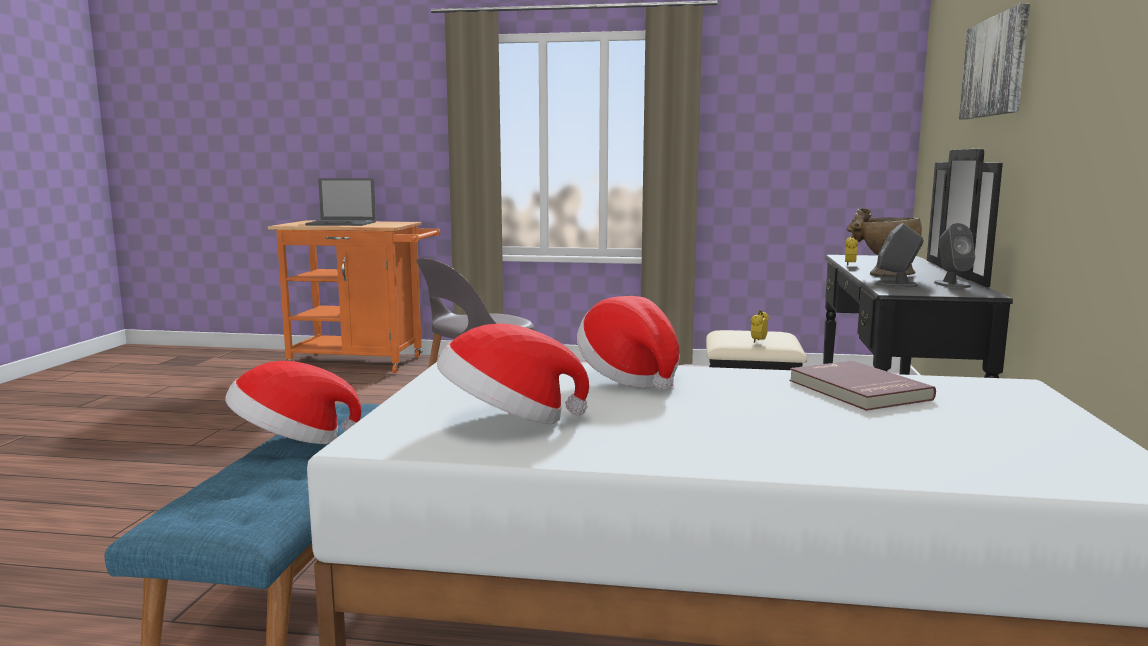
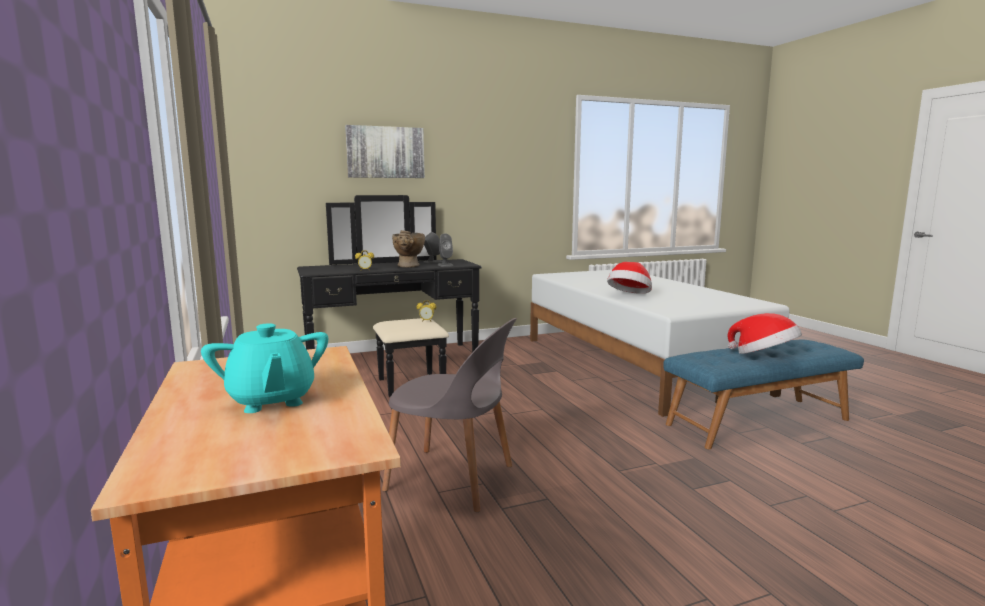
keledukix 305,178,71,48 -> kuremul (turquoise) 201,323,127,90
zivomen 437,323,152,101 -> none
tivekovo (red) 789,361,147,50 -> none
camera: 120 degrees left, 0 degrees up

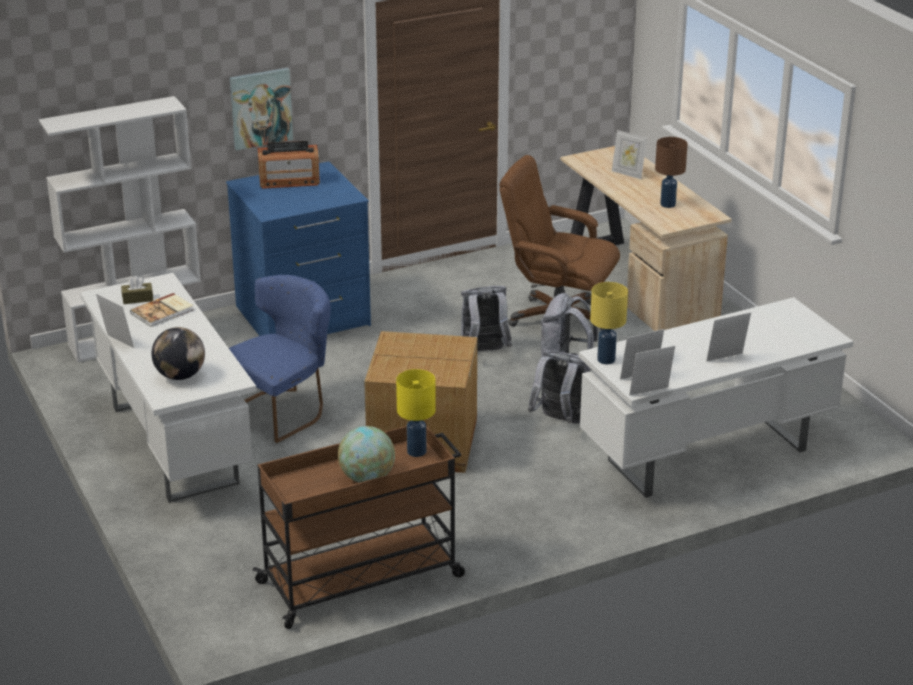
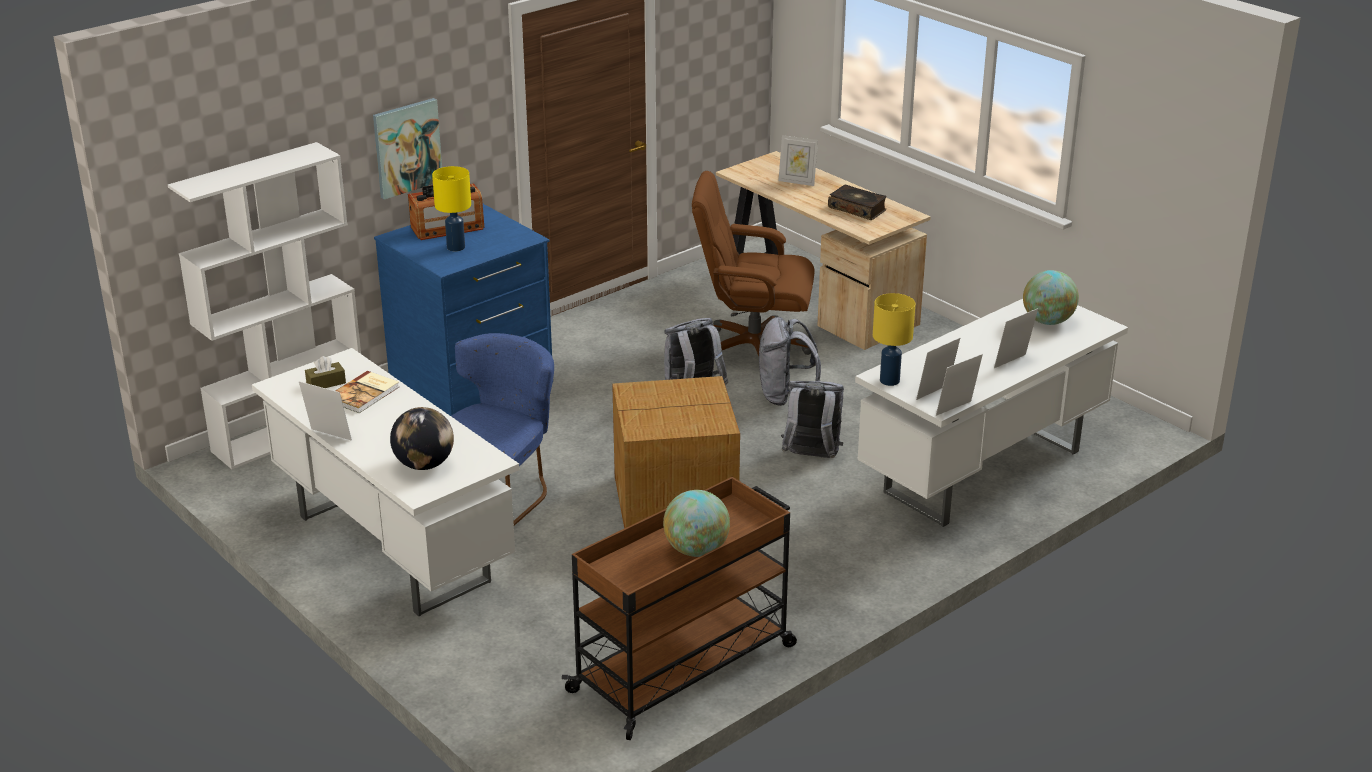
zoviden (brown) 655,137,33,71 -> tivekovo 828,185,58,35
zoviden (yellow) 396,369,40,88 -> zoviden (yellow) 432,166,39,85, move
none -> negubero 1023,270,56,55
camera: 15 degrees left, 0 degrees up

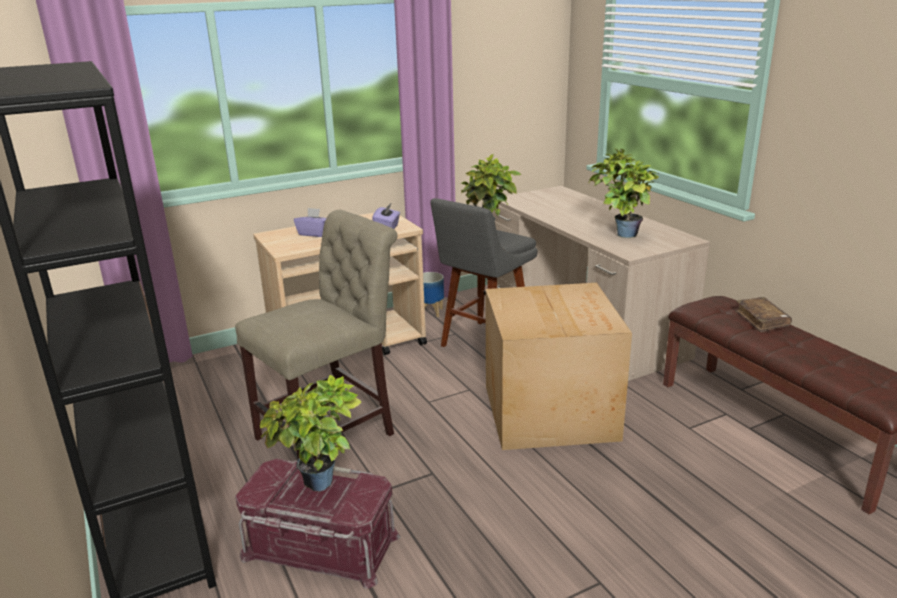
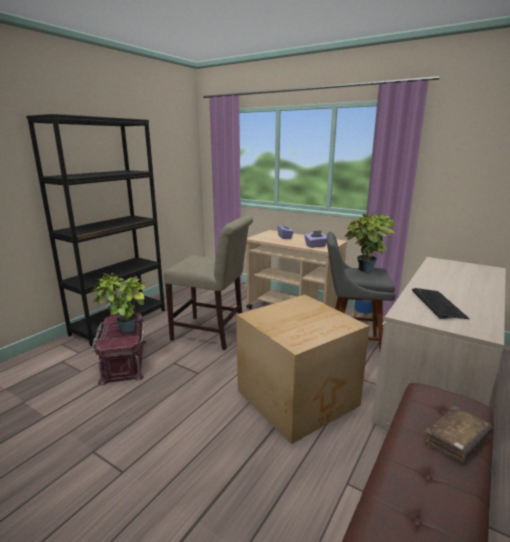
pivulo 589,148,70,90 -> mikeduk 412,288,58,31
camera: 60 degrees right, 5 degrees down

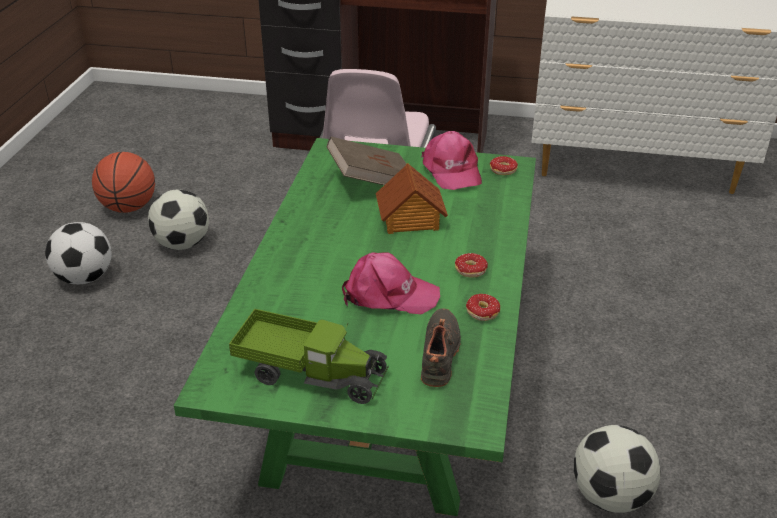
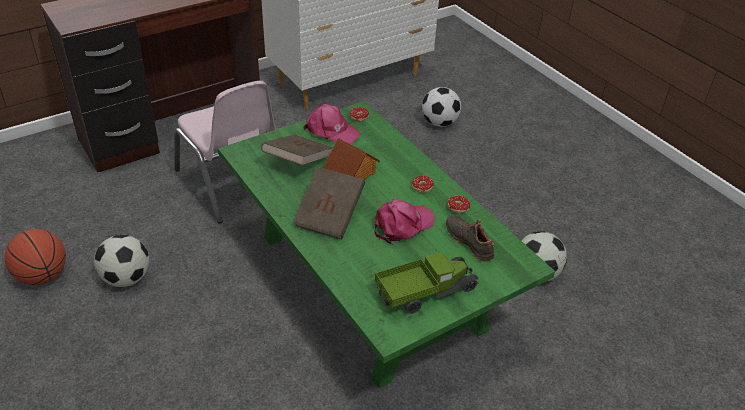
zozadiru 45,222,67,62 -> zozadiru 422,87,39,40, move
none -> tivekovo (brown) 293,167,72,72
camera: 45 degrees left, 5 degrees up

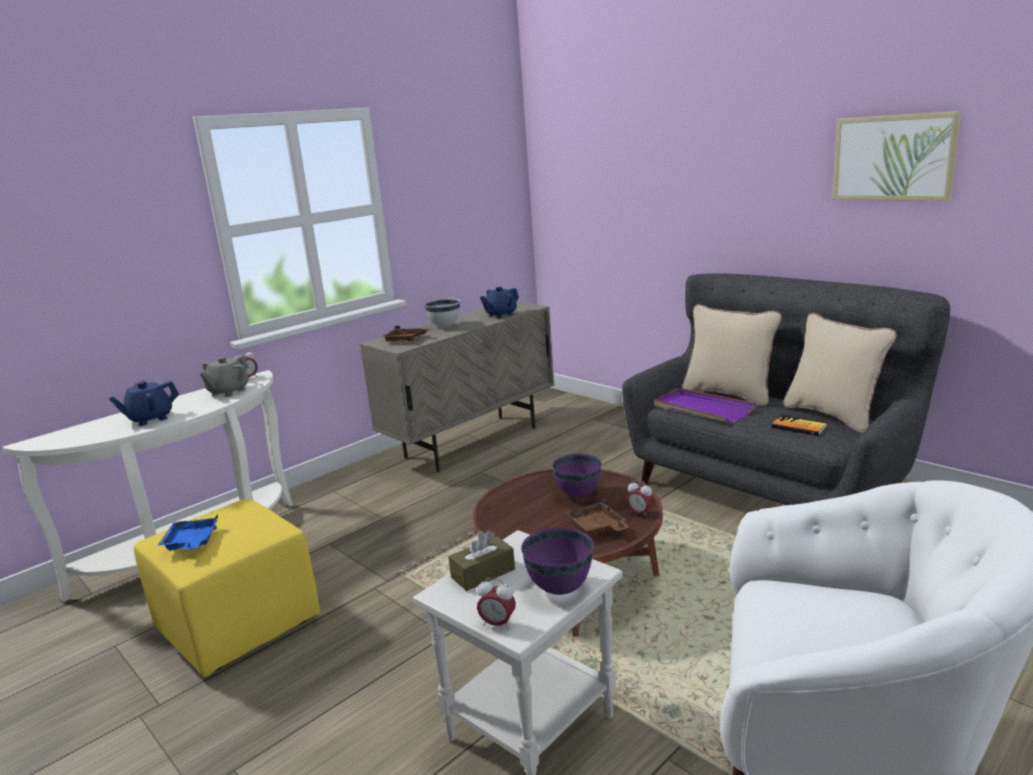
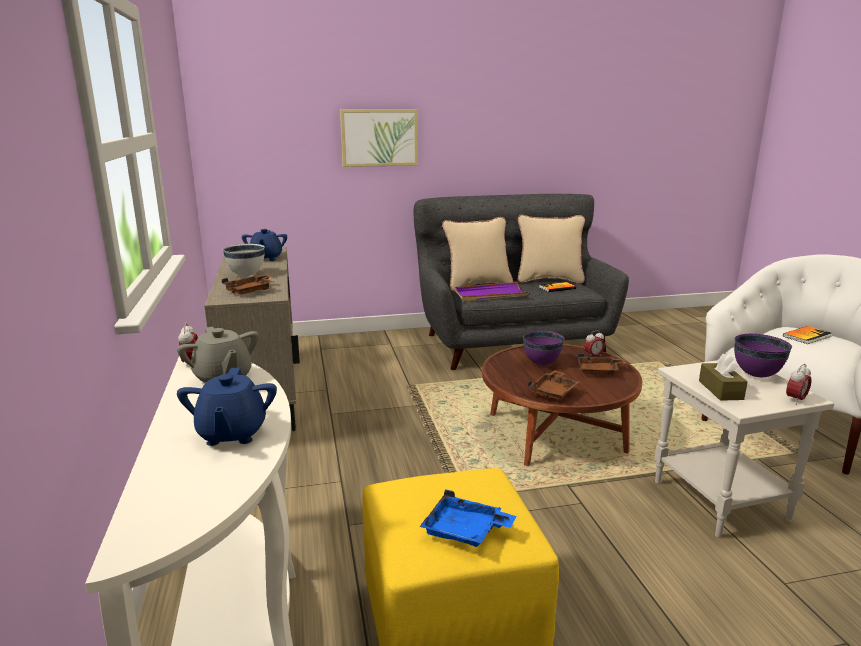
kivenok 832,111,129,90 -> kivenok 340,109,78,58, move
none -> tivekovo 783,326,49,18
none -> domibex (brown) 528,370,52,30
camera: 60 degrees left, 0 degrees up

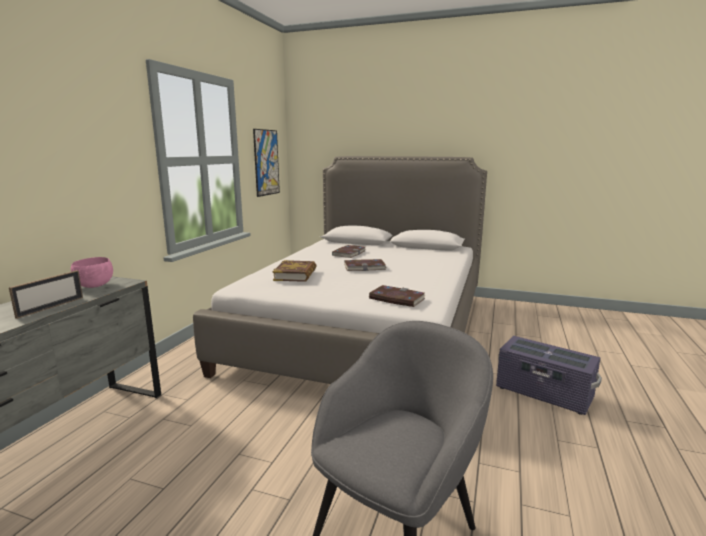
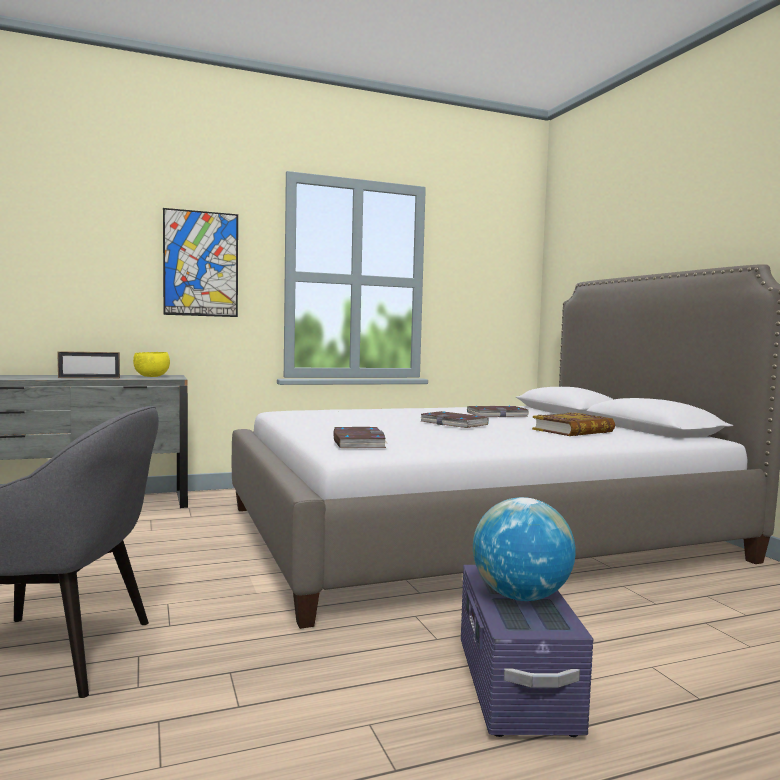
kivenok 253,129,27,68 -> kivenok 163,208,75,109, move
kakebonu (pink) 71,257,42,31 -> kakebonu (yellow) 133,352,37,25
tivekovo 273,260,44,22 -> tivekovo 532,413,83,23, move
none -> negubero 473,497,103,104
camera: 50 degrees right, 10 degrees down

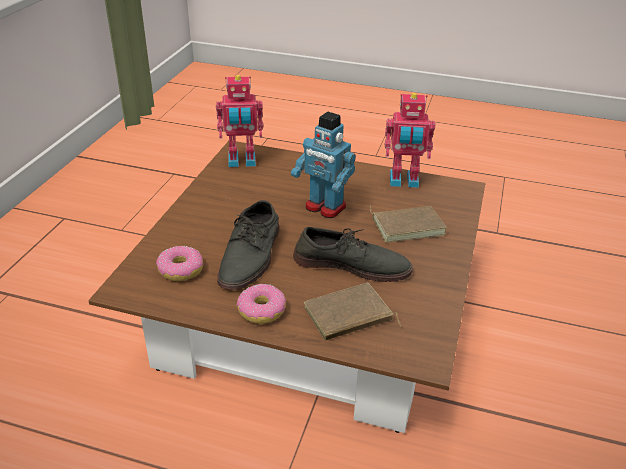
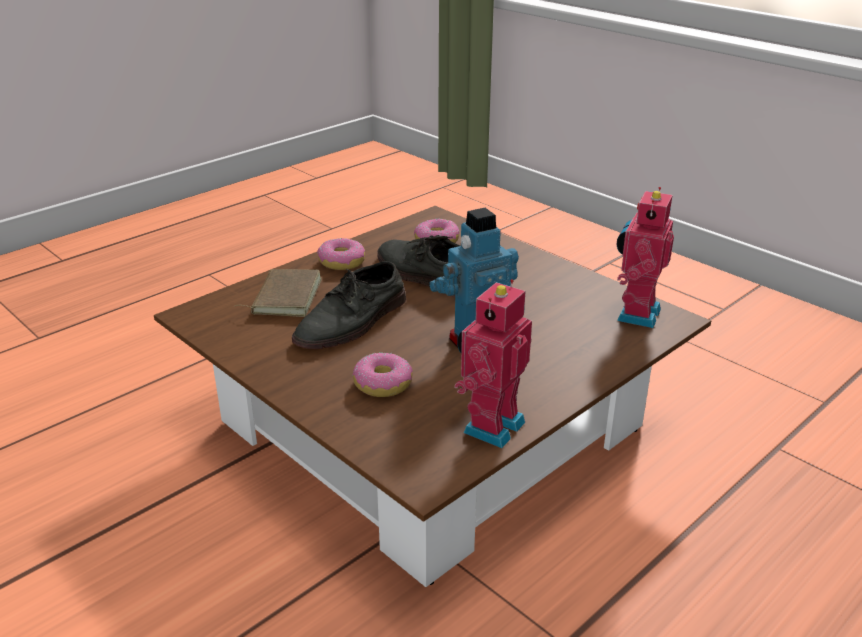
tivekovo (brown) 370,206,77,36 -> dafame 353,353,60,44
camera: 120 degrees right, 5 degrees down

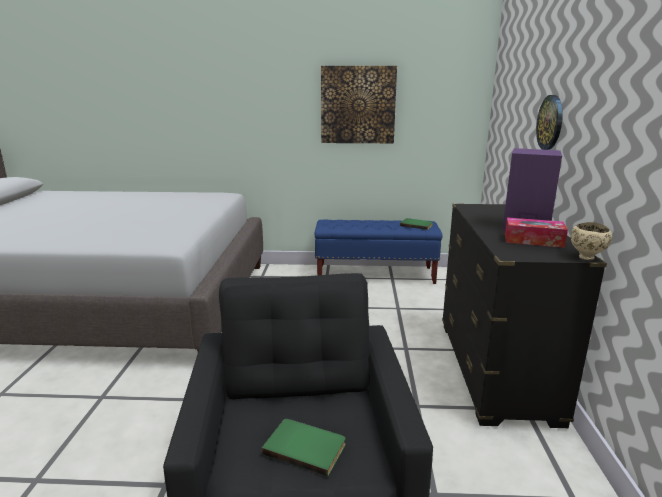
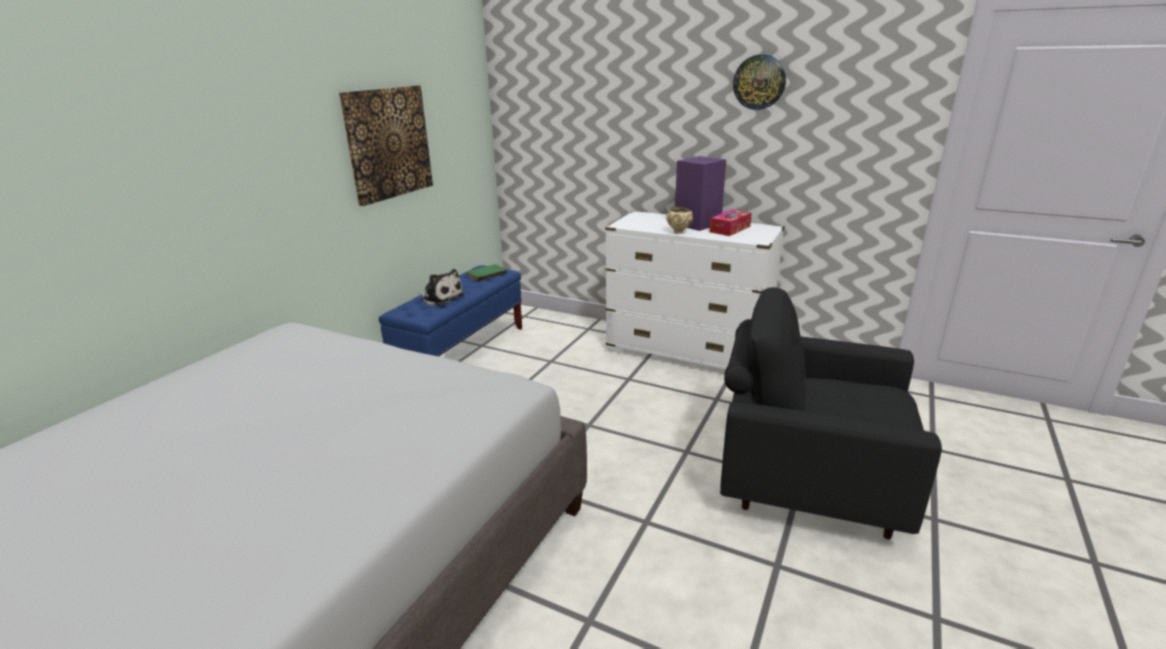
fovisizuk 536,95,27,55 -> fovisizuk 733,54,53,56, move
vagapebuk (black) 442,203,165,225 -> vagapebuk (white) 605,211,180,158
kakebonu (beige) 571,222,41,38 -> kakebonu (beige) 666,207,27,27, move
tivekovo (green) 262,419,83,58 -> none
none -> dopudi 419,269,45,37
camera: 65 degrees left, 5 degrees up

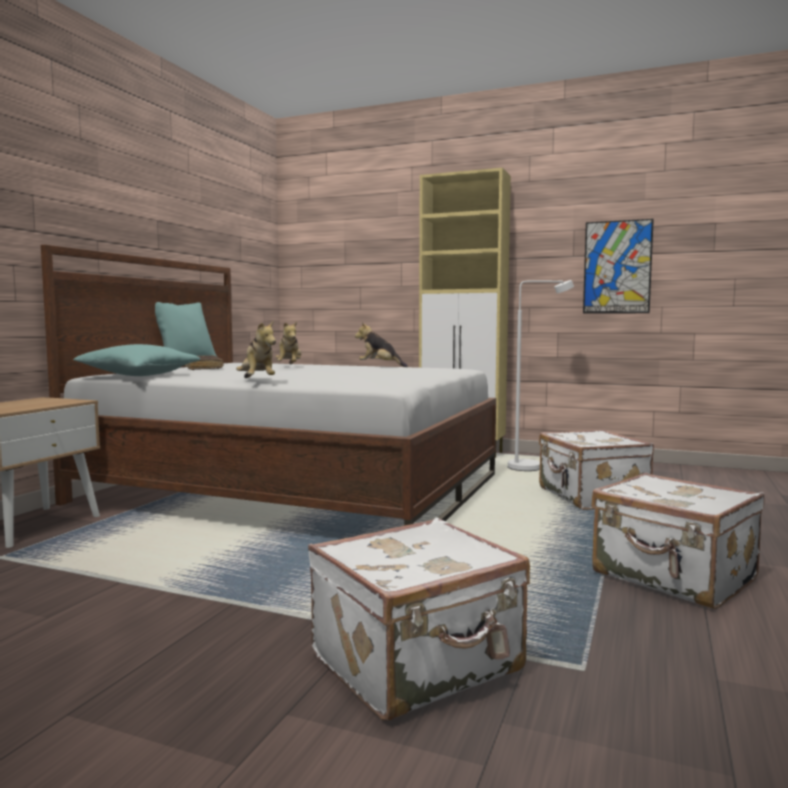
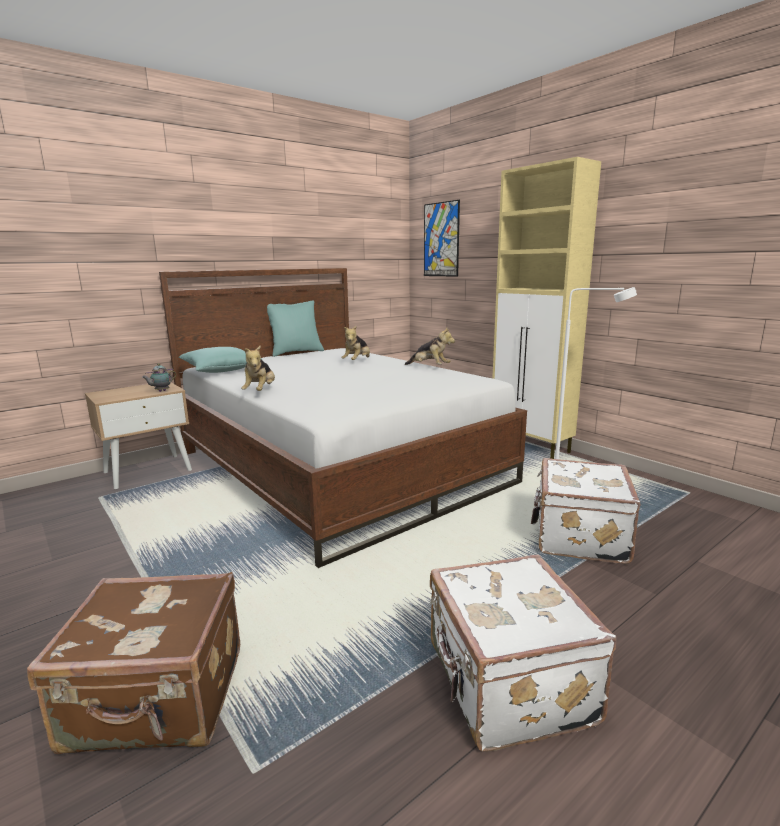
kivenok 583,219,71,95 -> kivenok 424,200,36,77, move
dopudi 355,322,53,45 -> dopudi 405,327,50,38, 150 degrees clockwise
tivekovo (brown) 185,355,38,15 -> none
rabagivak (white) 308,518,222,202 -> rabagivak (brown) 27,572,213,183
none -> kuremul 142,363,35,29
camera: 30 degrees right, 10 degrees up

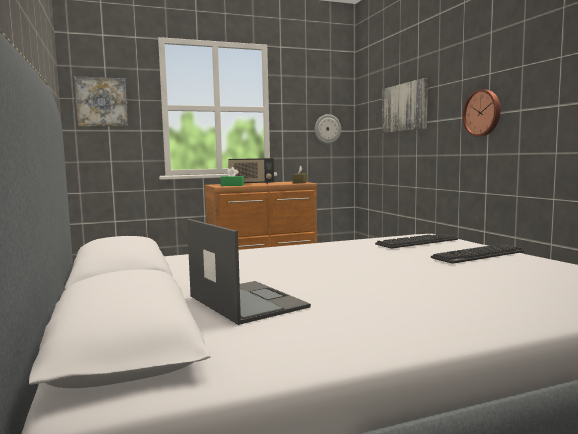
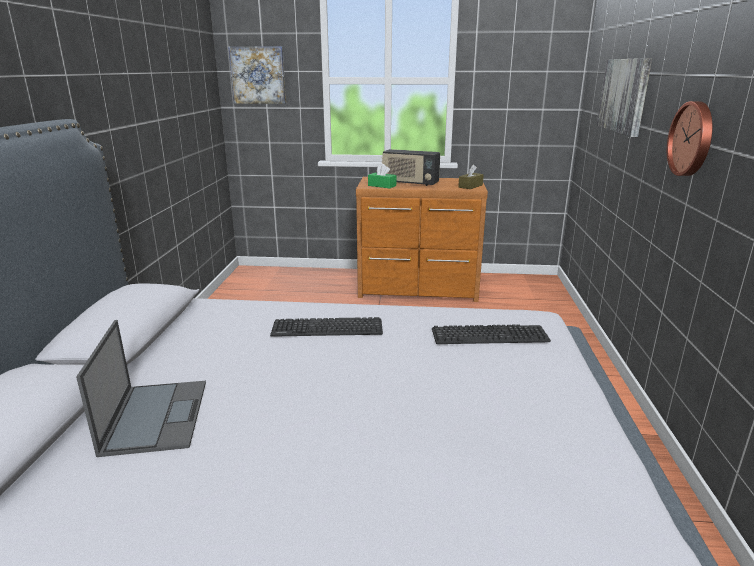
fovisizuk 315,114,26,30 -> none
mikeduk 431,244,93,20 -> mikeduk 270,317,113,20, move
camera: 25 degrees right, 15 degrees up

